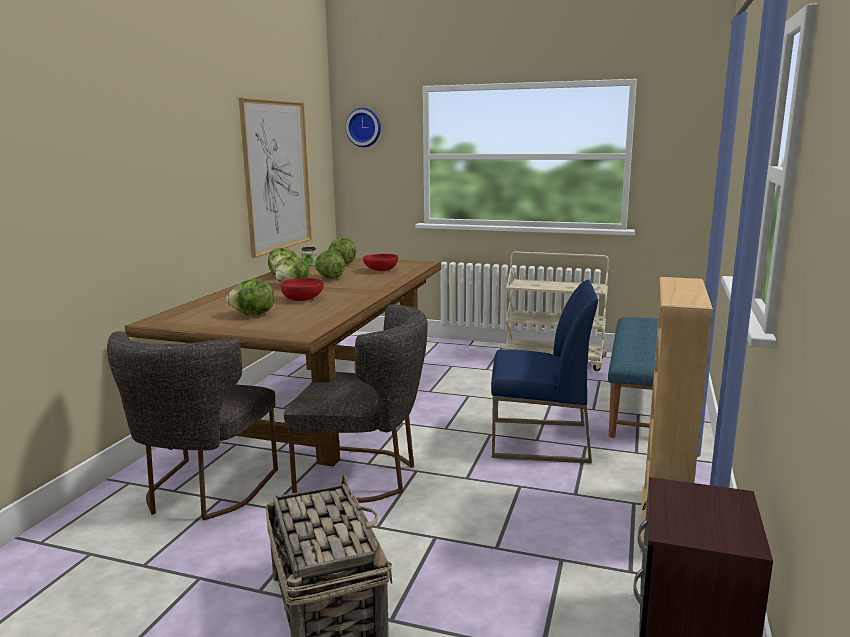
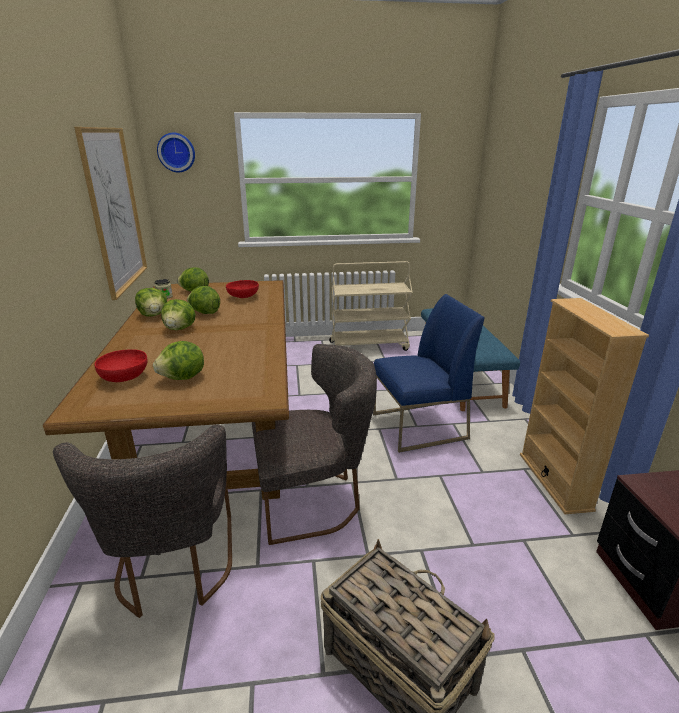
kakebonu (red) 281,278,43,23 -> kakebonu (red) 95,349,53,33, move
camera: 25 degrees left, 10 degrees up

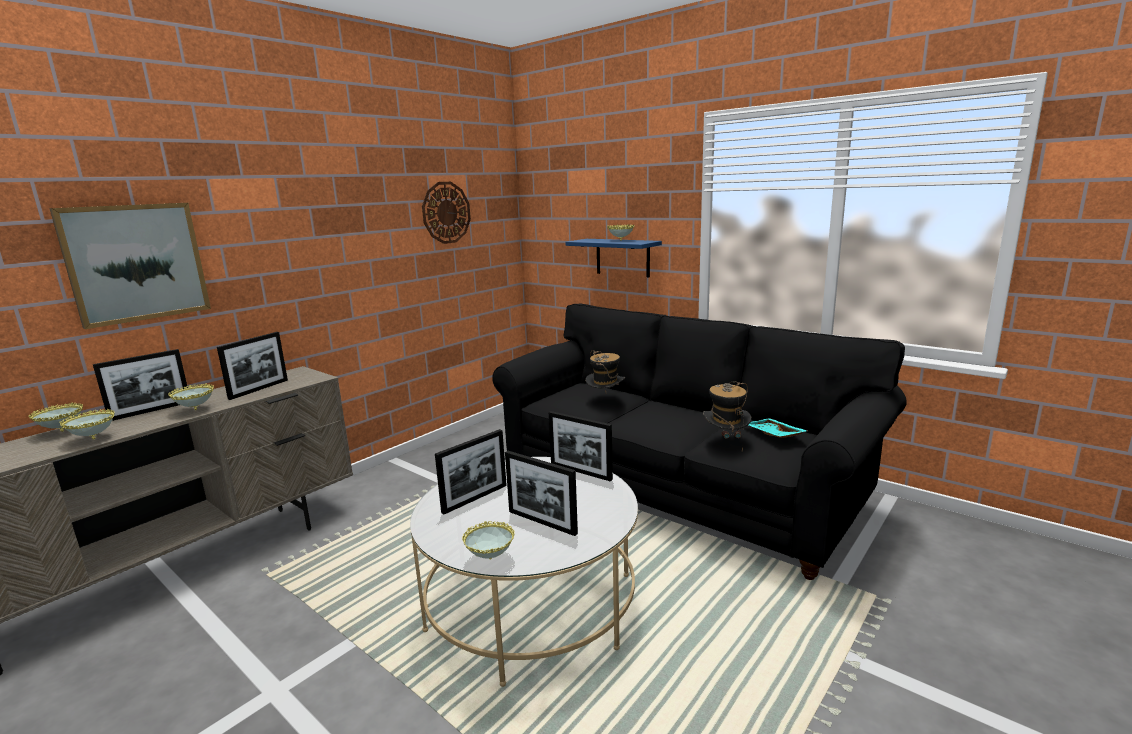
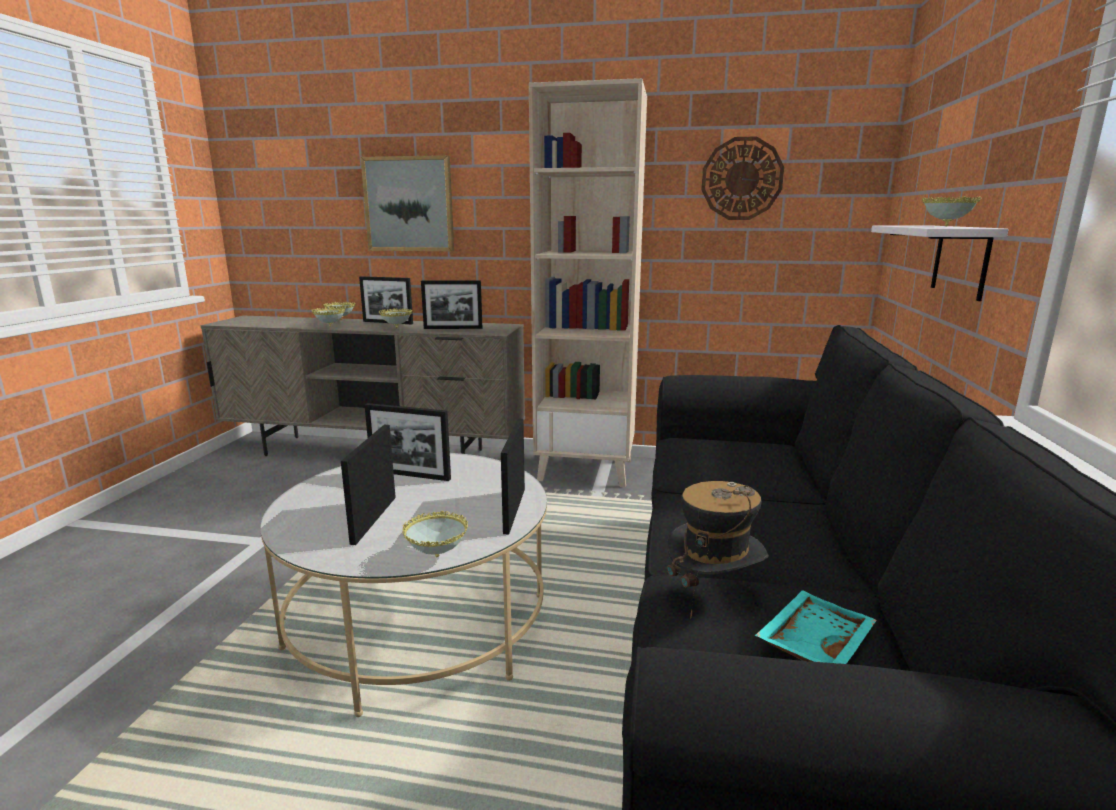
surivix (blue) 565,239,97,38 -> surivix (white) 871,225,138,76
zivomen 585,350,40,38 -> none
kakebonu 462,521,53,39 -> kakebonu 402,511,66,46, move
none -> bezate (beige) 529,78,118,410
camera: 60 degrees right, 0 degrees up

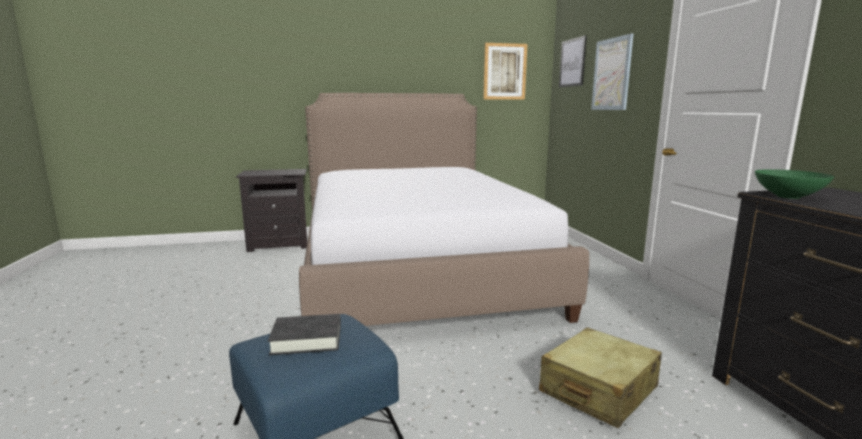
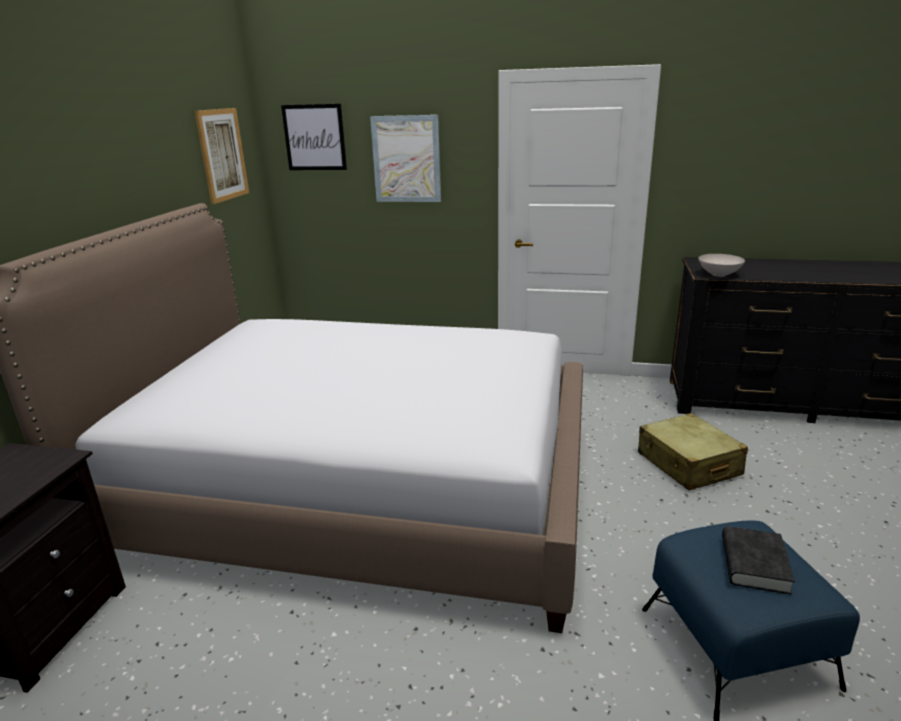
kakebonu (green) 755,169,79,30 -> kakebonu (white) 698,254,47,23
camera: 65 degrees left, 10 degrees up

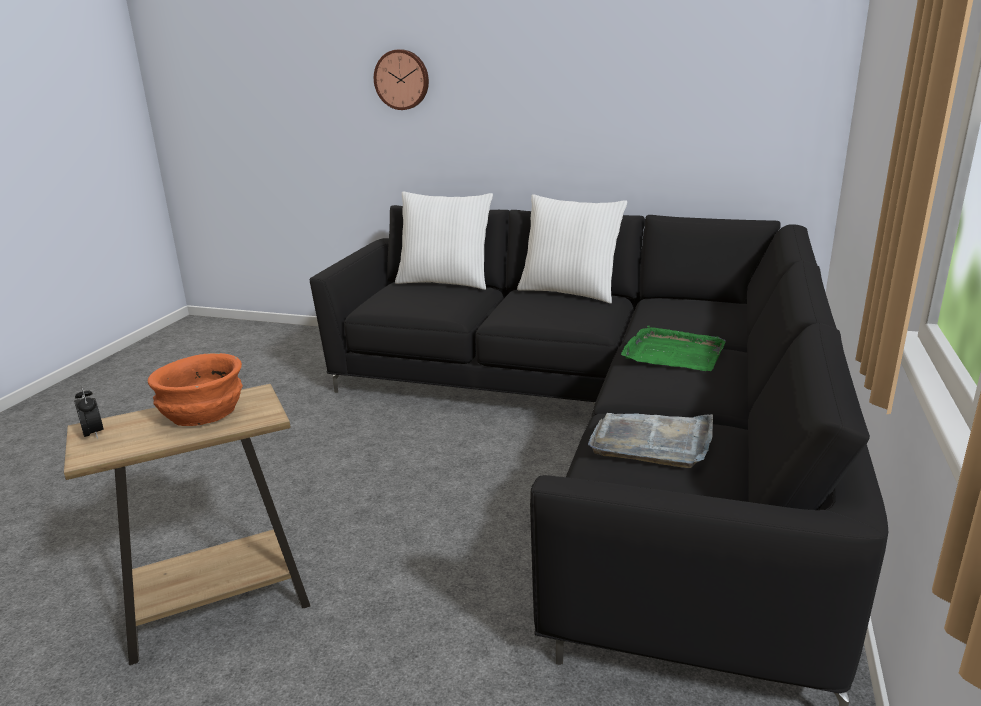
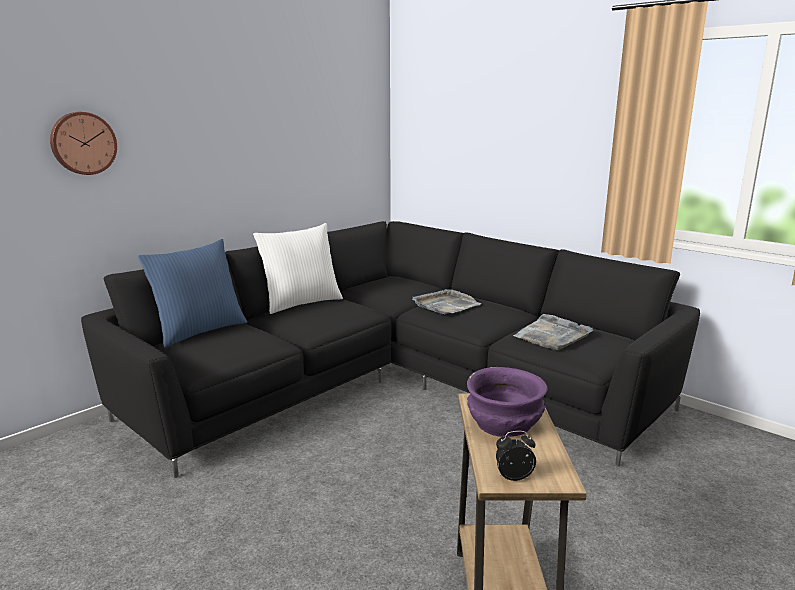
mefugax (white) 395,191,98,99 -> mefugax (blue) 138,239,109,109
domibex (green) 621,326,105,45 -> domibex (grey) 412,289,70,25
kakebonu (orange) 148,353,95,73 -> kakebonu (purple) 467,367,81,70
camera: 65 degrees left, 5 degrees down

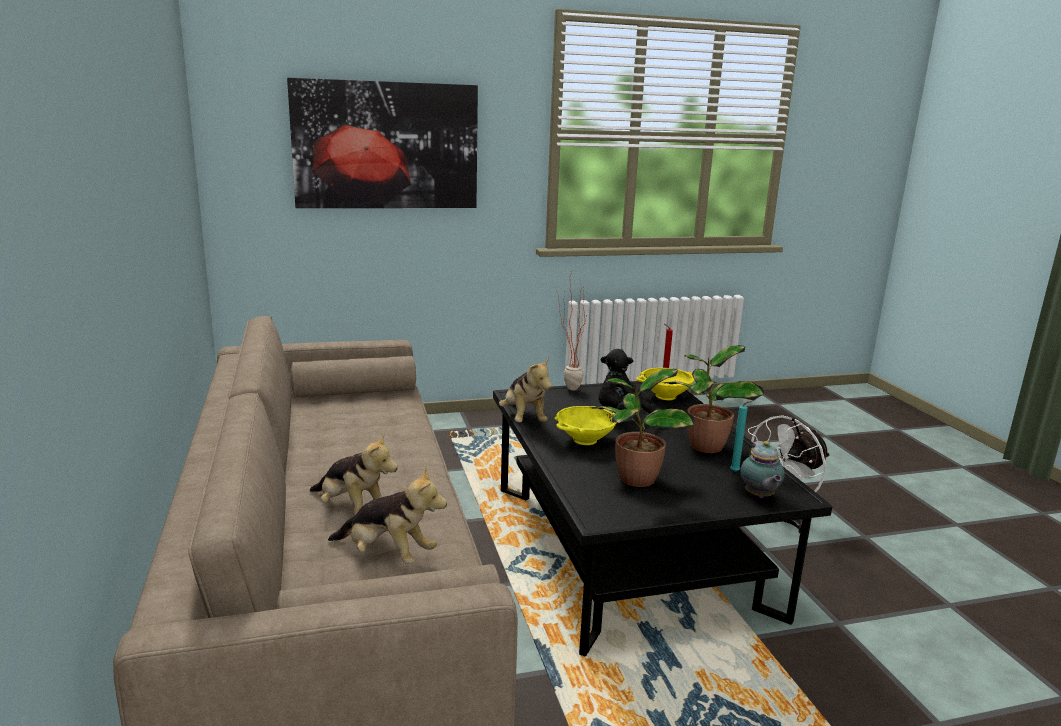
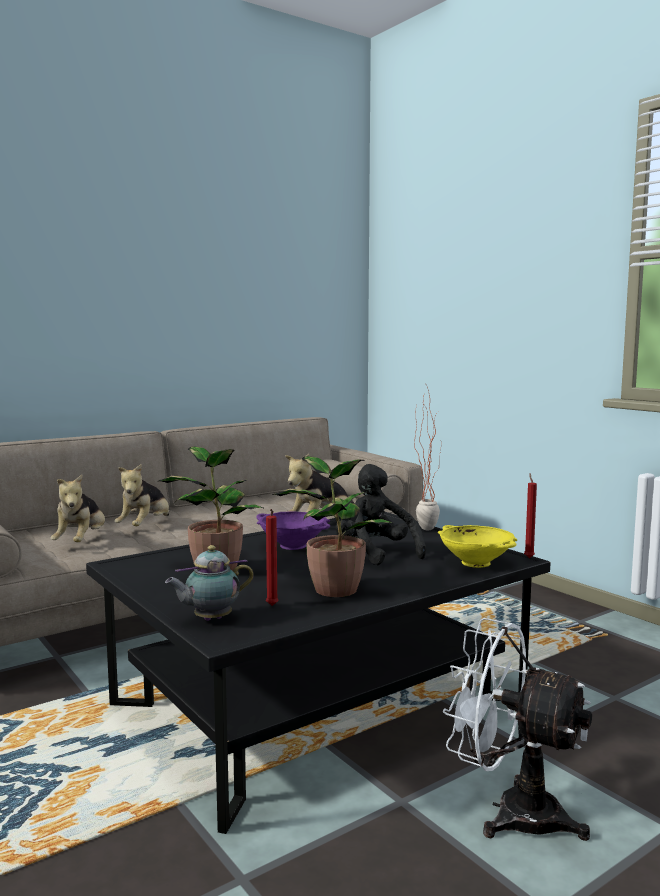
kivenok 287,78,191,130 -> none
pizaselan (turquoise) 730,400,23,72 -> pizaselan (red) 266,509,13,97
kakebonu (yellow) 555,406,61,39 -> kakebonu (purple) 256,512,74,38
camera: 70 degrees right, 10 degrees down

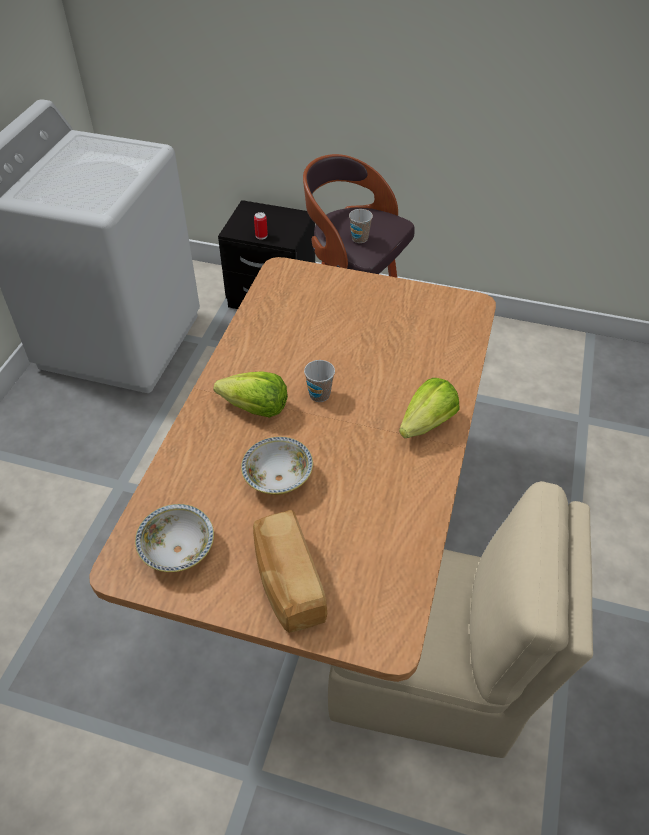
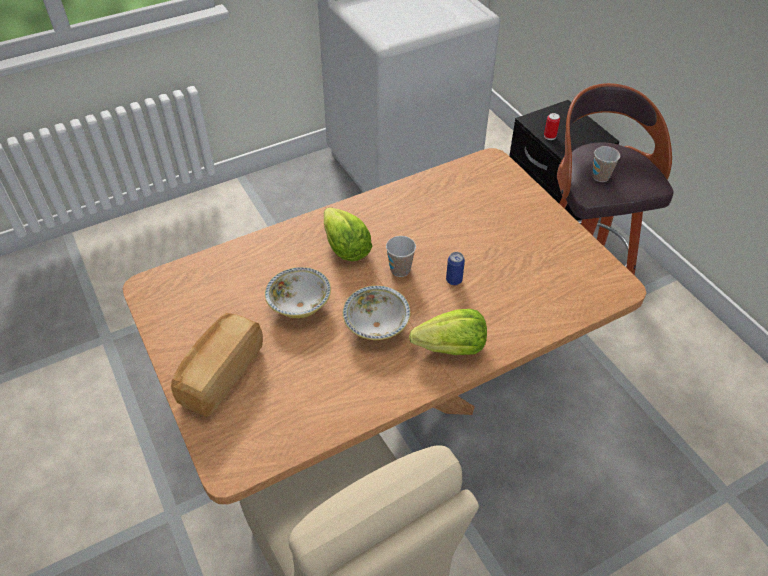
kakebonu 135,504,79,68 -> kakebonu 343,285,68,55, move
none -> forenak 446,252,19,33
camera: 45 degrees right, 0 degrees up

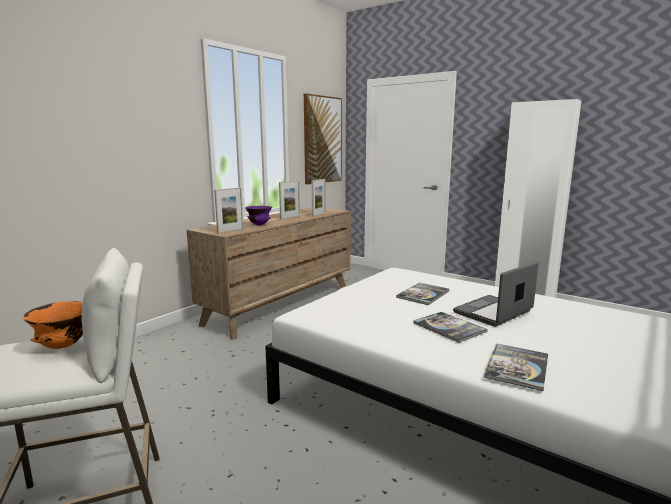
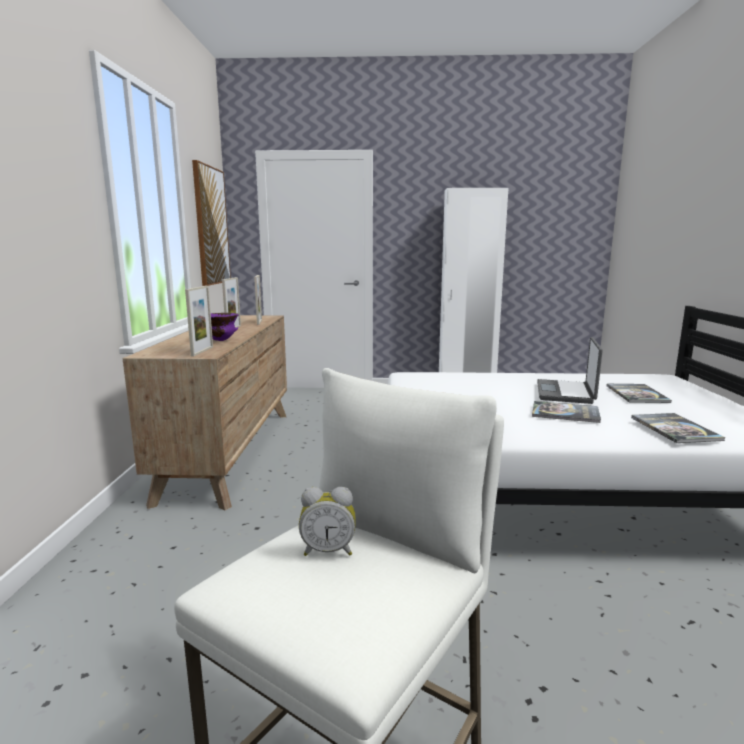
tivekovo 396,283,53,22 -> tivekovo 606,384,66,19, move
kakebonu (orange) 23,301,60,48 -> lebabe 299,487,57,69
camera: 35 degrees left, 0 degrees up

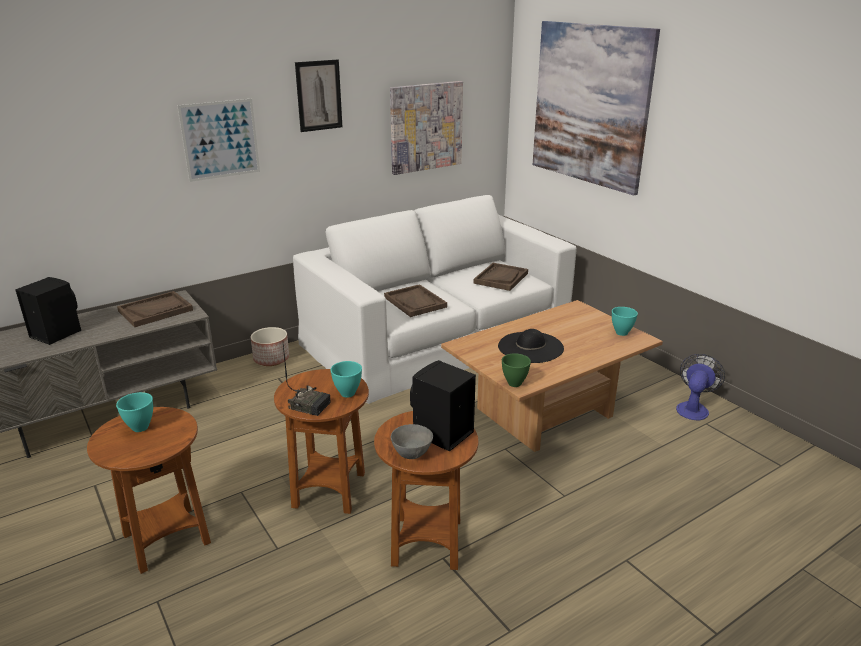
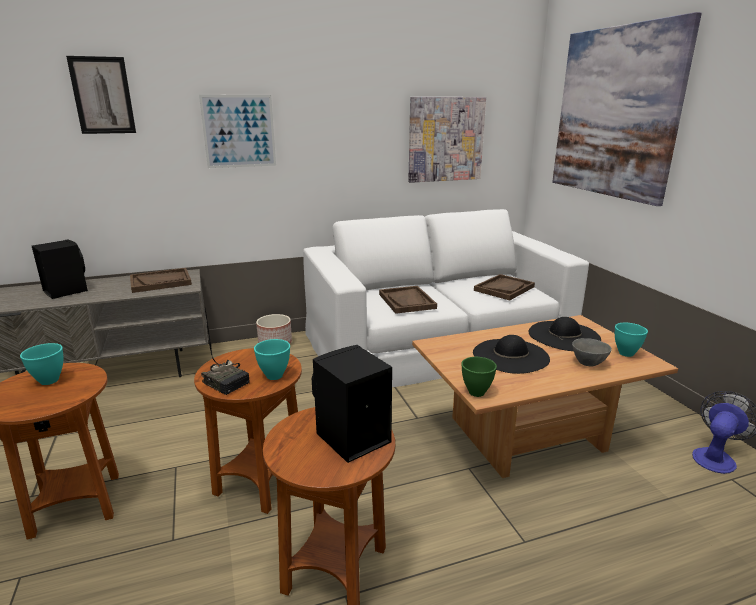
kivenok 295,60,47,72 -> kivenok 66,56,70,78, move
kakebonu (grey) 391,424,42,35 -> kakebonu (grey) 572,338,40,29, move
none -> zivomen (black) 529,317,72,34
camera: 15 degrees right, 5 degrees down

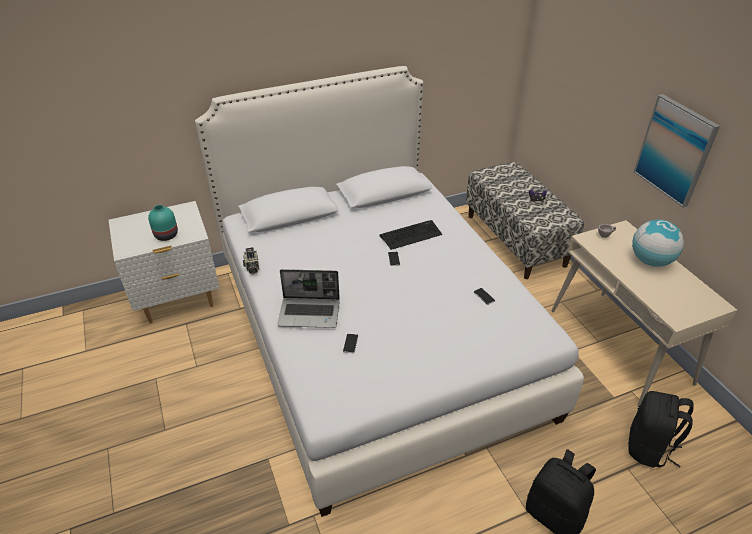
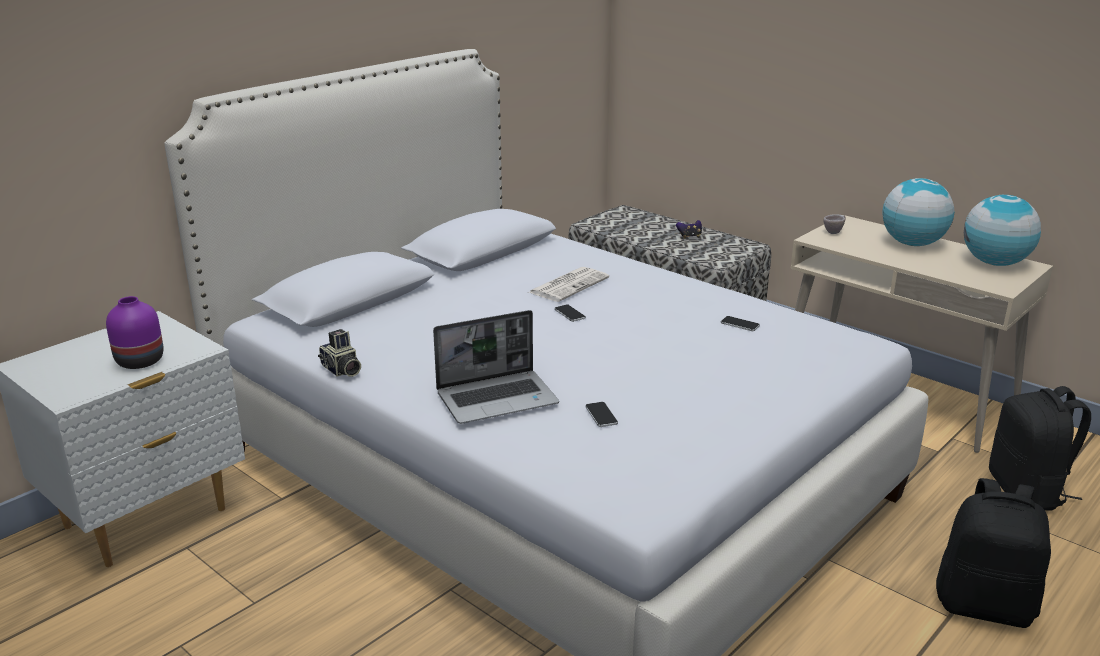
kivenok 634,94,86,113 -> none
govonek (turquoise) 148,205,30,36 -> govonek (purple) 106,296,58,73
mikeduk 379,220,63,30 -> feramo 529,267,80,35
none -> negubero 964,195,77,71
camera: 25 degrees left, 15 degrees down

